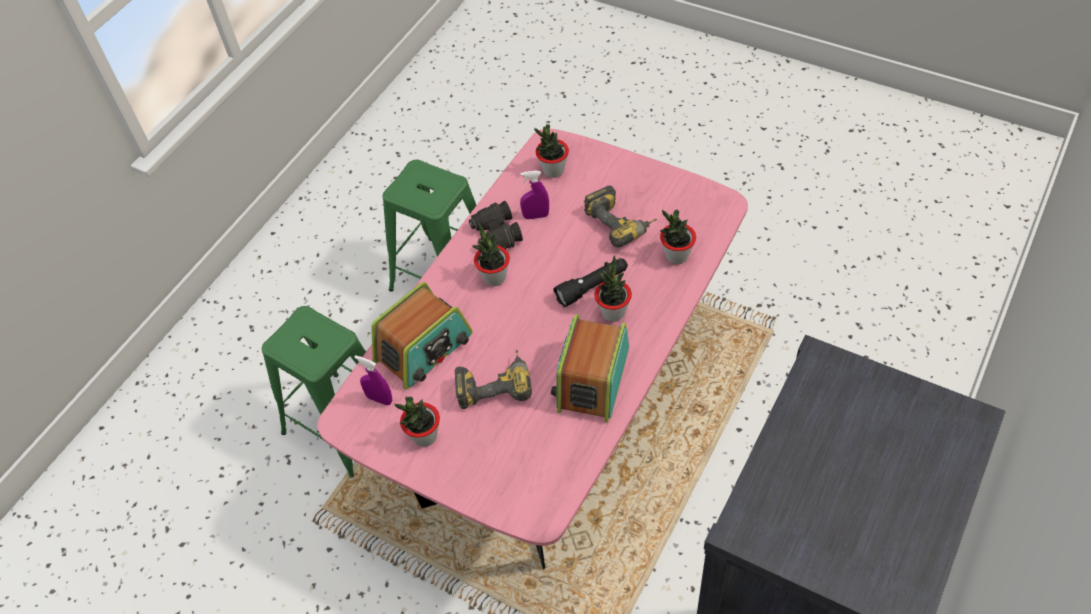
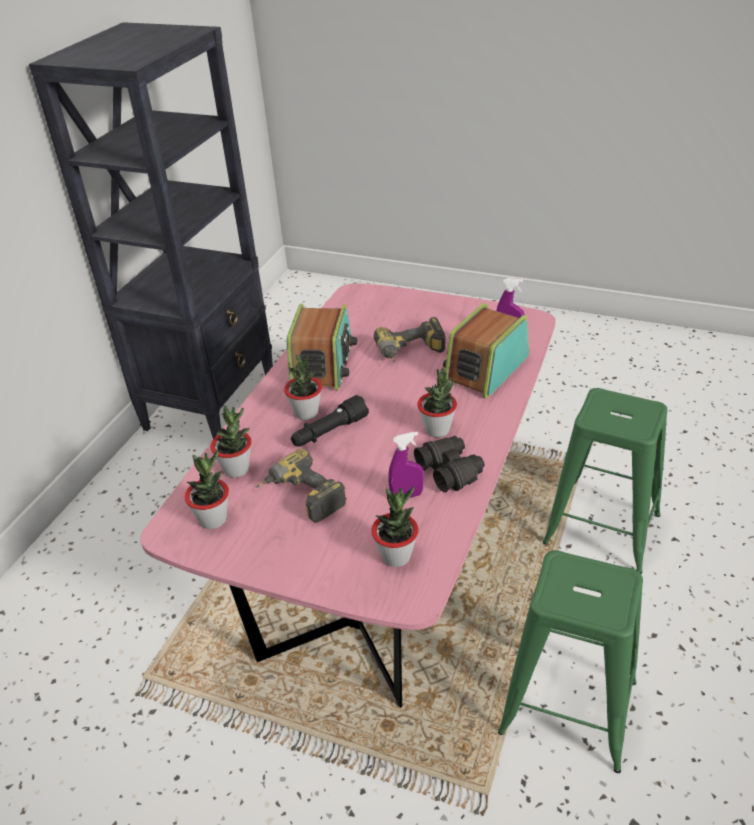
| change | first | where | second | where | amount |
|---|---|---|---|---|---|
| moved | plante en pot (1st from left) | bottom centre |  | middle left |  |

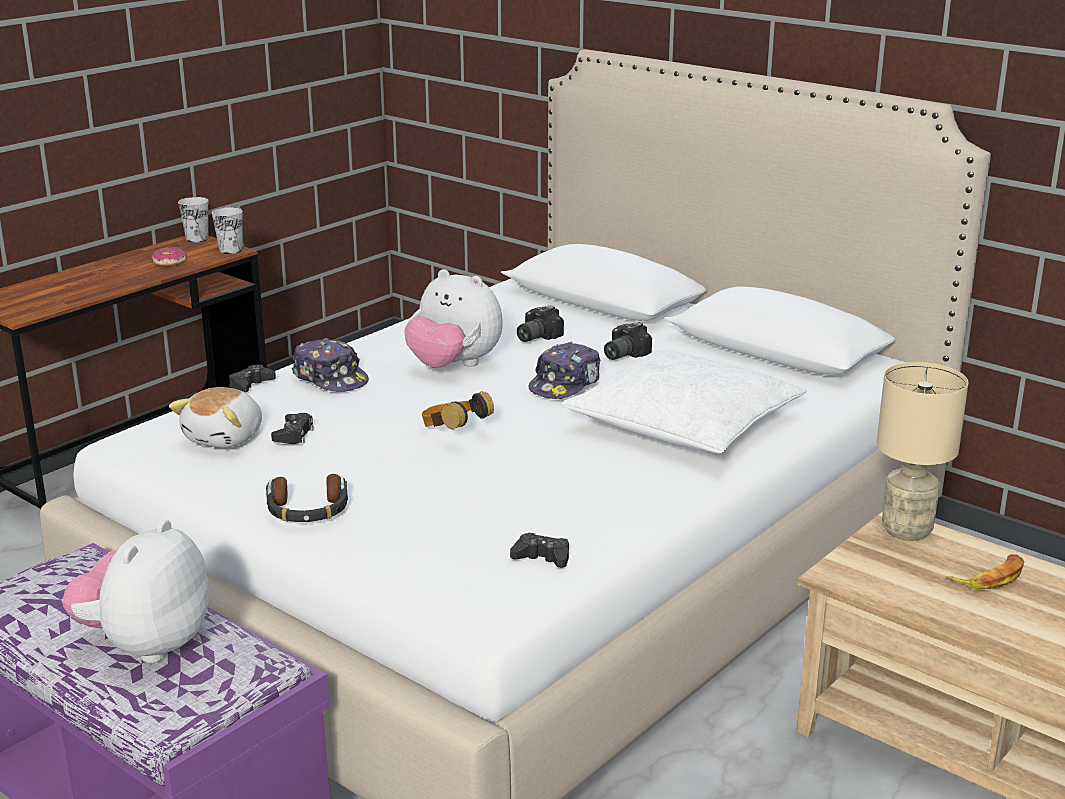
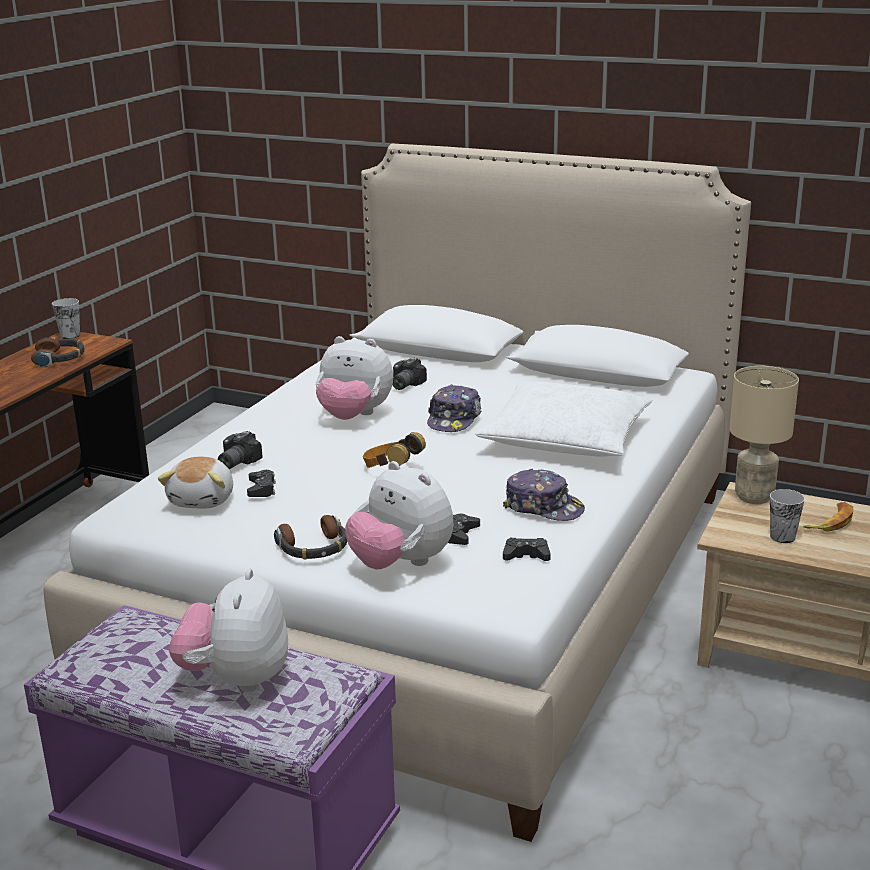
| change | first | where | second | where | amount |
|---|---|---|---|---|---|
| replaced | beignet | top left | casque audio (1st from left) | middle left |  |
| moved | appareil photo (2nd from left in the first image) | centre | appareil photo (1st from left) | middle left |  |
| added |  |  | peluche (4th from left) | centre |  |
| moved | manette (noir) (1st from left in the first image) | middle left | manette (noir) (2nd from left) | centre |  |
| moved | casquette (1st from left in the first image) | middle left | casquette (2nd from left) | centre |  |
| moved | tasse (2nd from left) | top left |  | middle right |  |

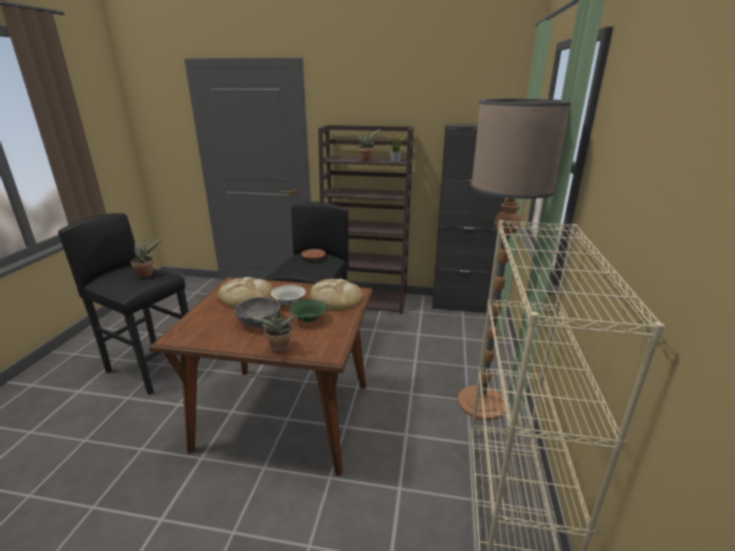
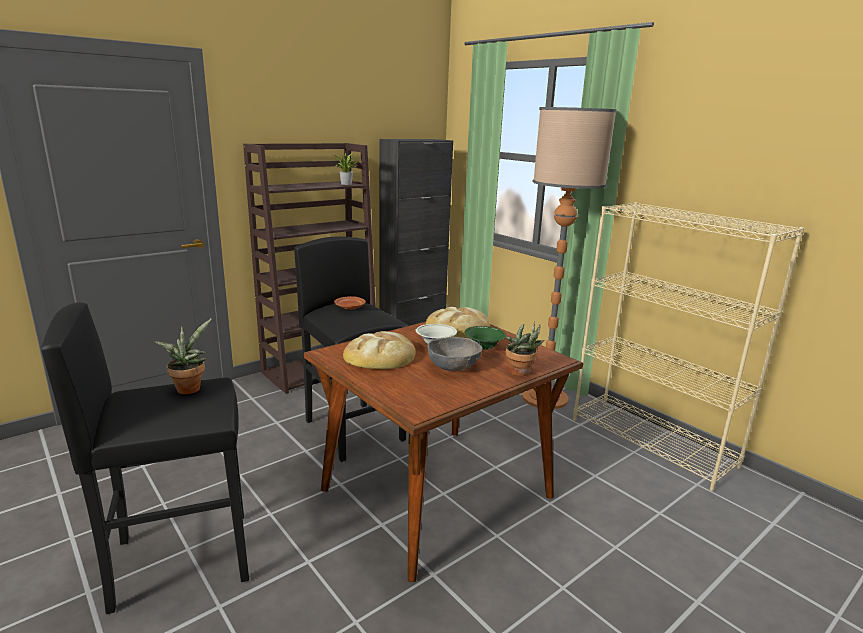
| change | first | where | second | where | amount |
|---|---|---|---|---|---|
| removed | plante en pot (3rd from left) | top centre |  |  |  |

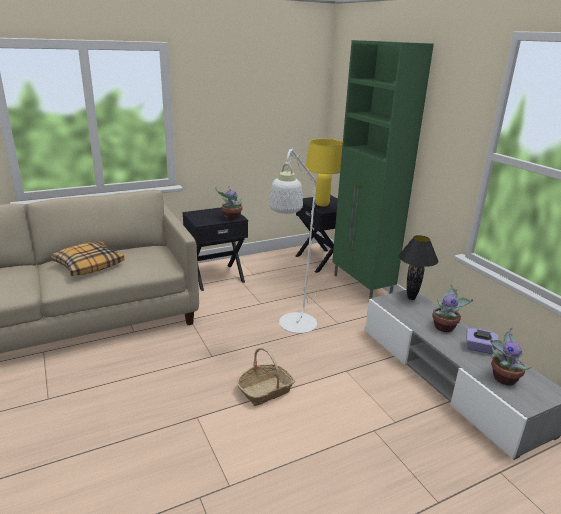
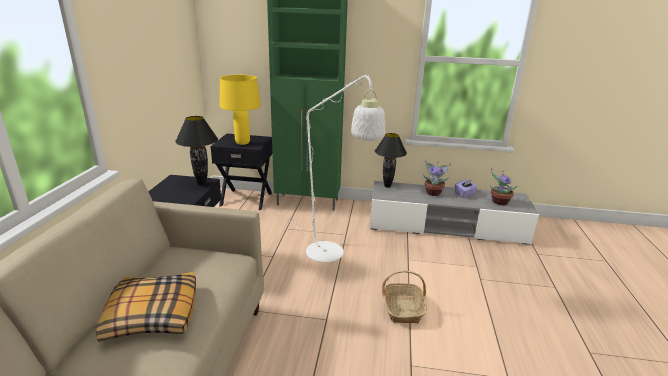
| change | first | where | second | where | amount |
|---|---|---|---|---|---|
| replaced | plante en pot (1st from left) | centre | lampe de table (noir) (1st from left) | middle left |  |

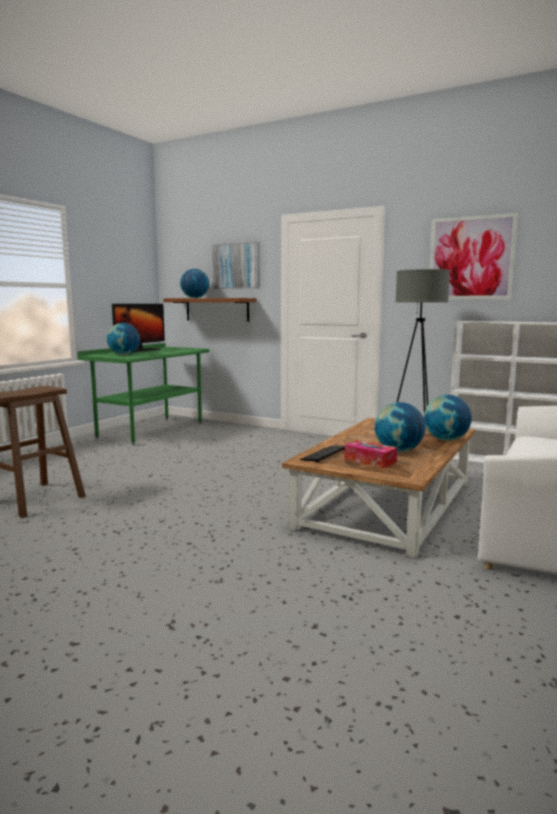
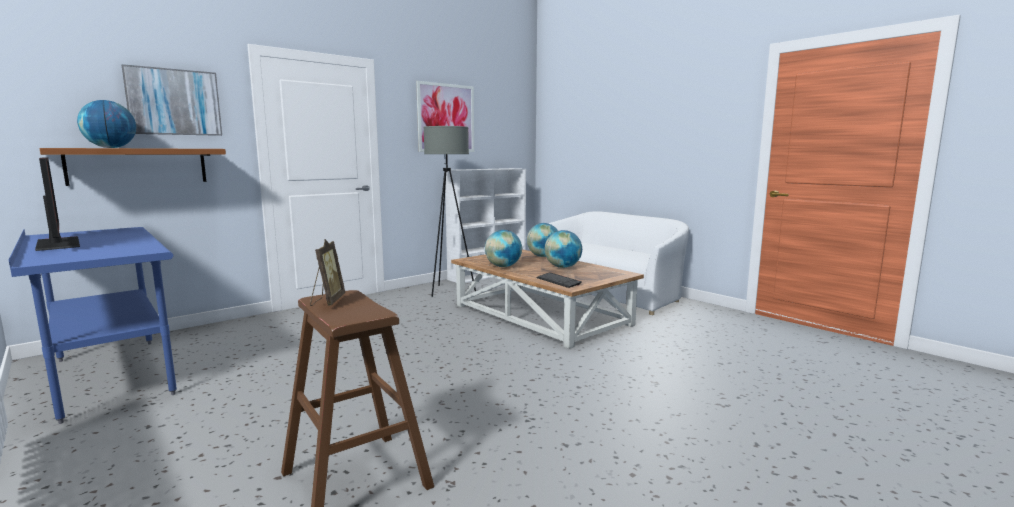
| change | first | where | second | where | amount |
|---|---|---|---|---|---|
| recoloured | bureau (vert) | middle left | bureau (bleu) | middle left |  |
| added |  |  | cadre photo | middle left |  |
| moved | globe (1st from left in the first image) | middle left | globe (2nd from left) | centre |  |
| removed | boîte à mouchoirs | centre |  |  |  |

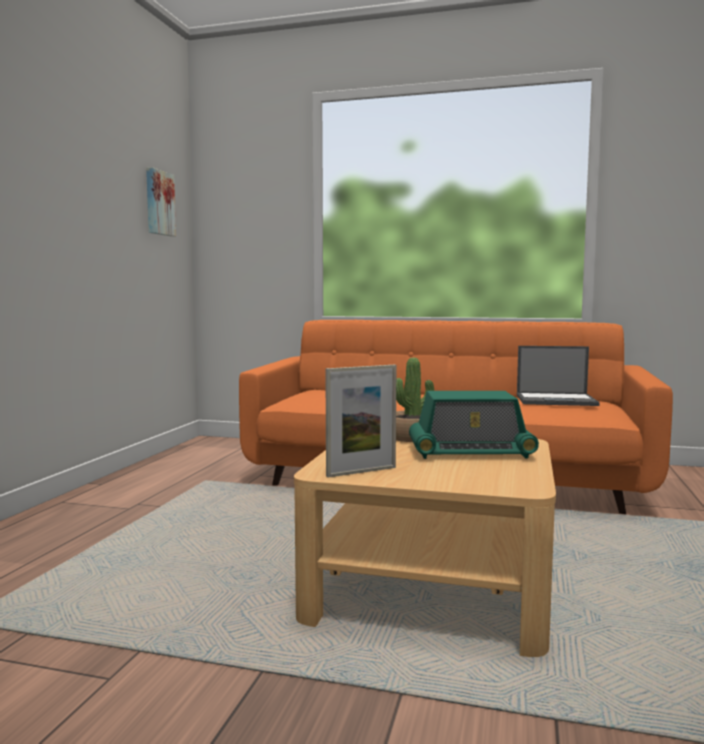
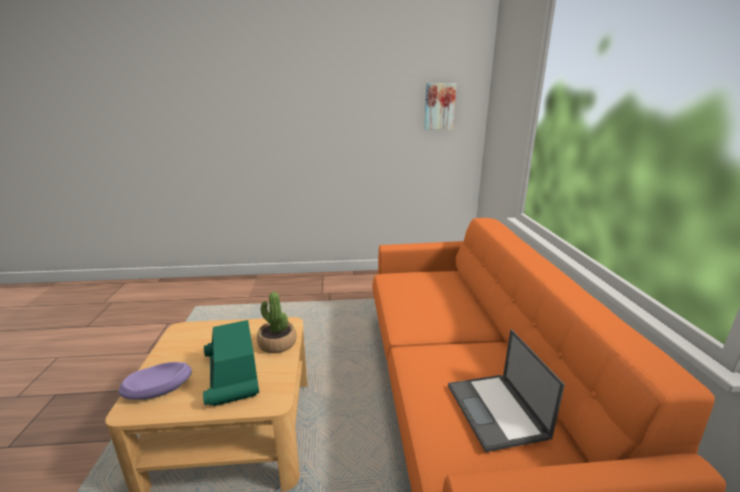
| change | first | where | second | where | amount |
|---|---|---|---|---|---|
| added |  |  | bol (violet) | bottom left |  |
| removed | cadre photo | centre |  |  |  |

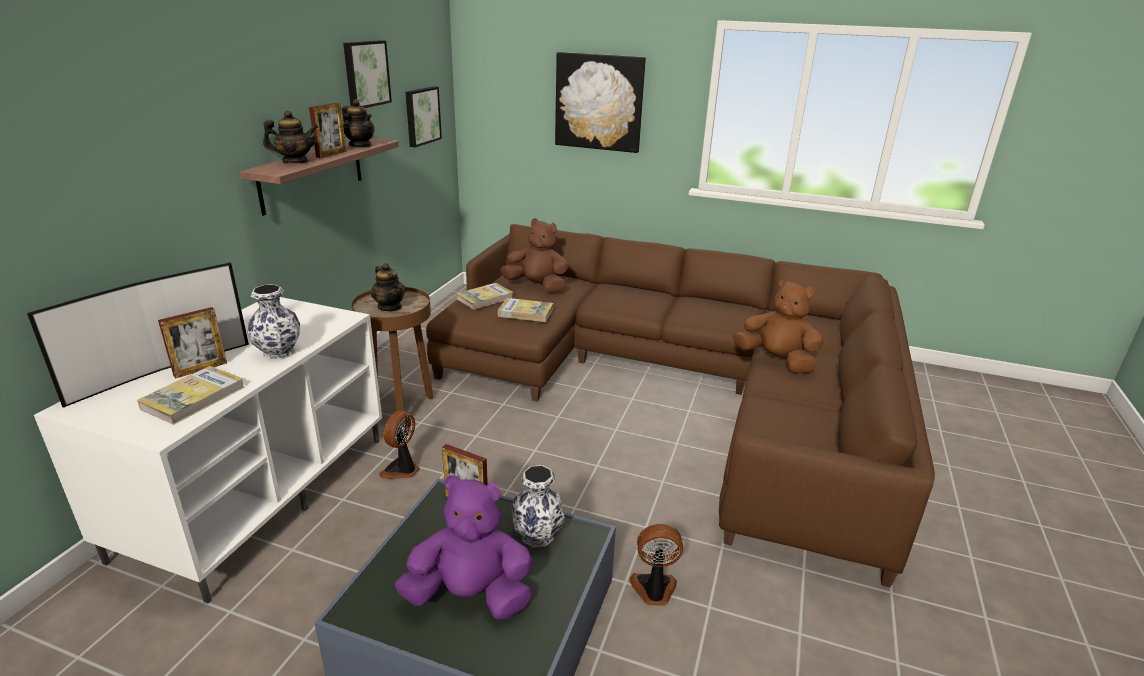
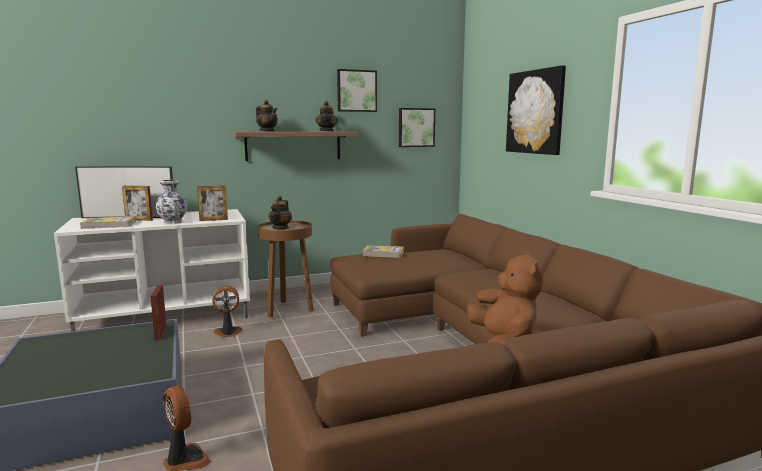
| change | first | where | second | where | amount |
|---|---|---|---|---|---|
| moved | cadre photo (2nd from left in the first image) | top left | cadre photo (3rd from left) | middle left |  |
| removed | peluche (violet) | bottom centre |  |  |  |
| removed | livre (3rd from left) | centre |  |  |  |
| removed | peluche (marron) (1st from left) | centre |  |  |  |
| removed | vase (2nd from left) | bottom centre |  |  |  |

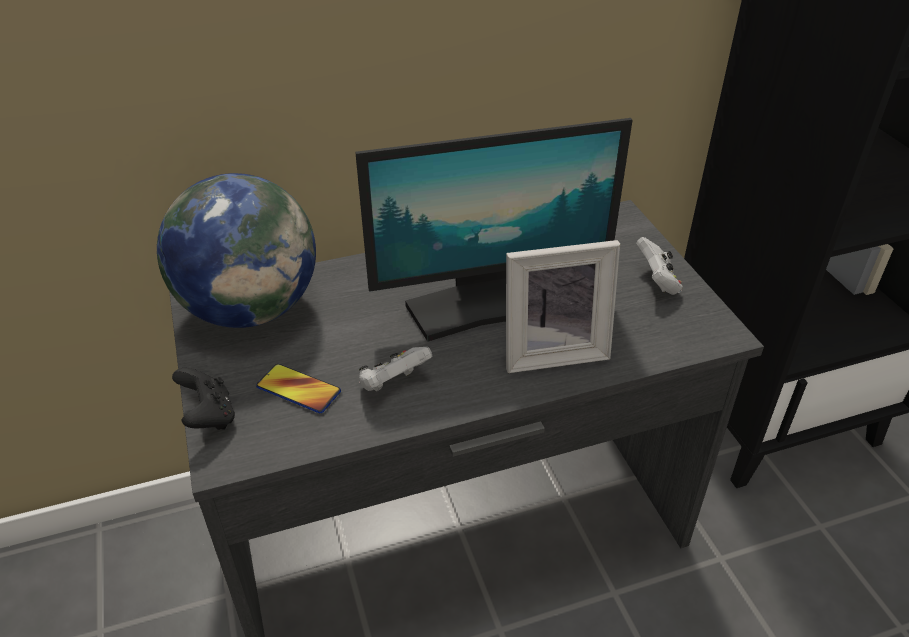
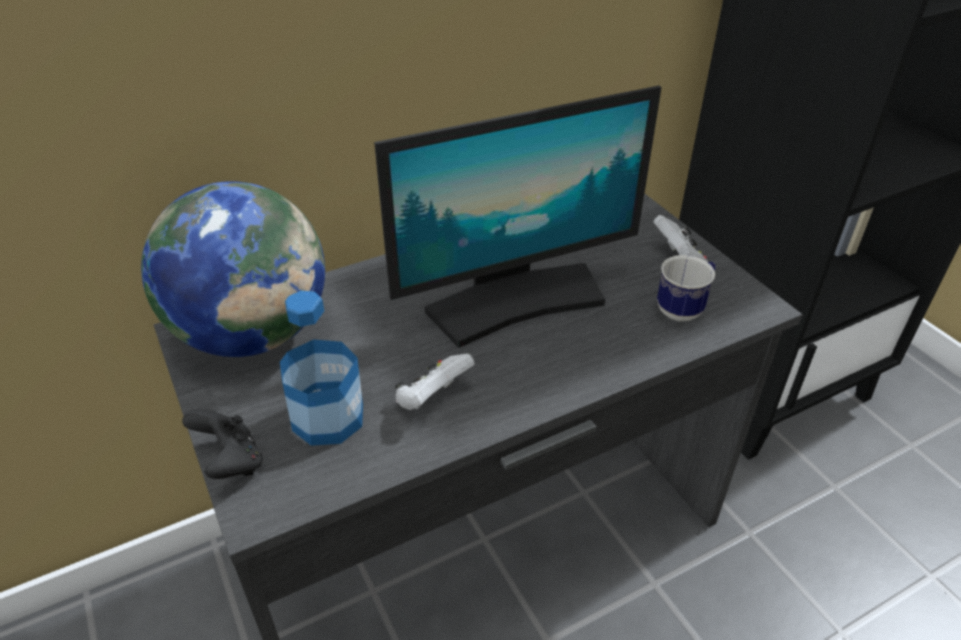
| change | first | where | second | where | amount |
|---|---|---|---|---|---|
| replaced | téléphone | middle left | bouteille | centre |  |
| added |  |  | mug | middle right |  |
| removed | cadre photo | centre |  |  |  |

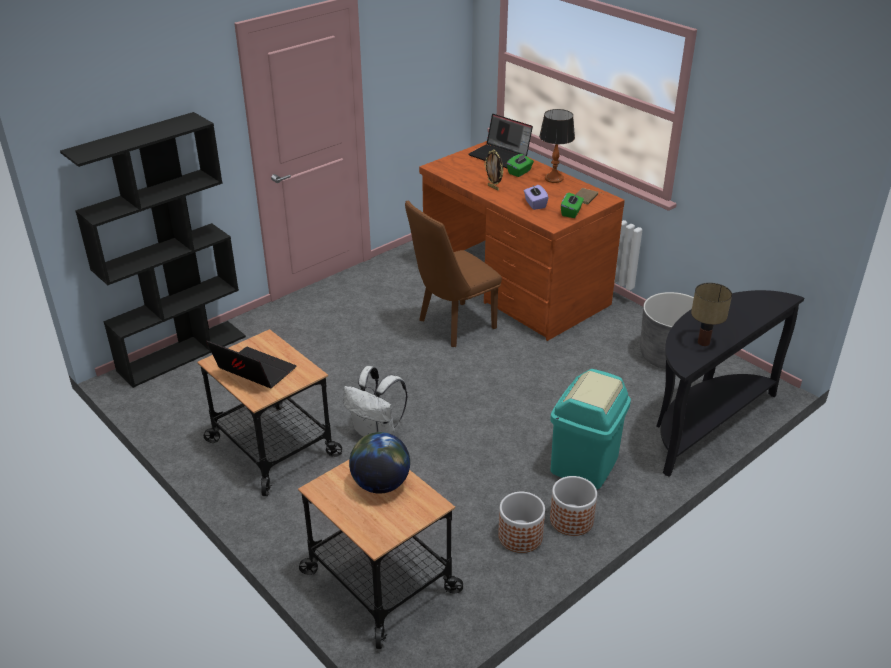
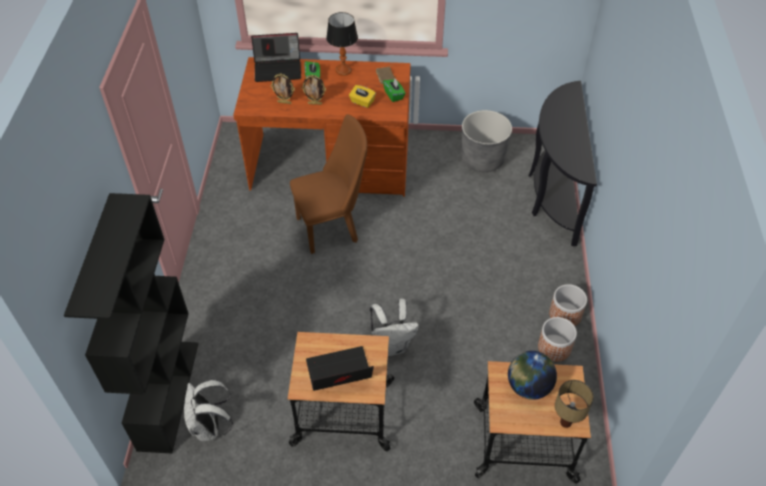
| change | first | where | second | where | amount |
|---|---|---|---|---|---|
| added |  |  | sac à dos (blanc) (1st from left) | bottom left |  |
| added |  |  | cadre photo (1st from left) | top centre |  |
| turned | chaise (marron) | centre |  | centre | 120 degrees counterclockwise |
| recoloured | boîte à mouchoirs (violet) | top centre | boîte à mouchoirs (jaune) | top centre |  |
| moved | lampe de table (2nd from left) | middle right |  | bottom right |  |
| removed | poubelle (turquoise) | centre |  |  |  |

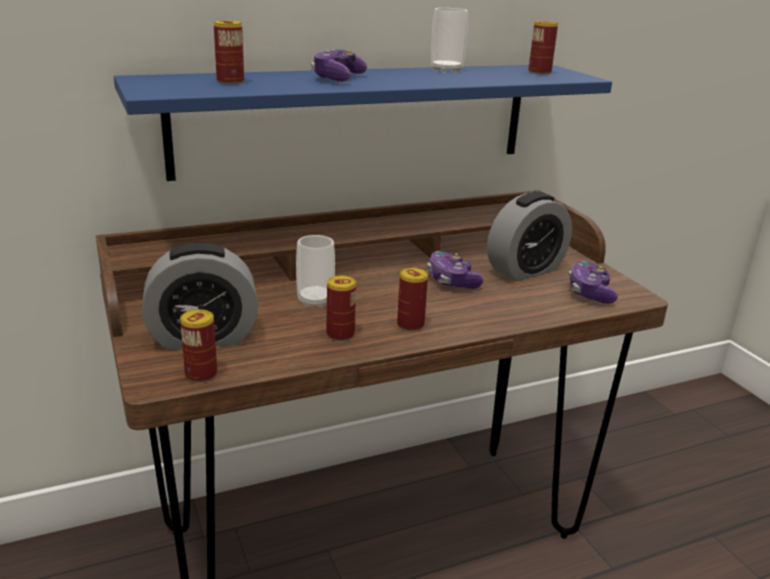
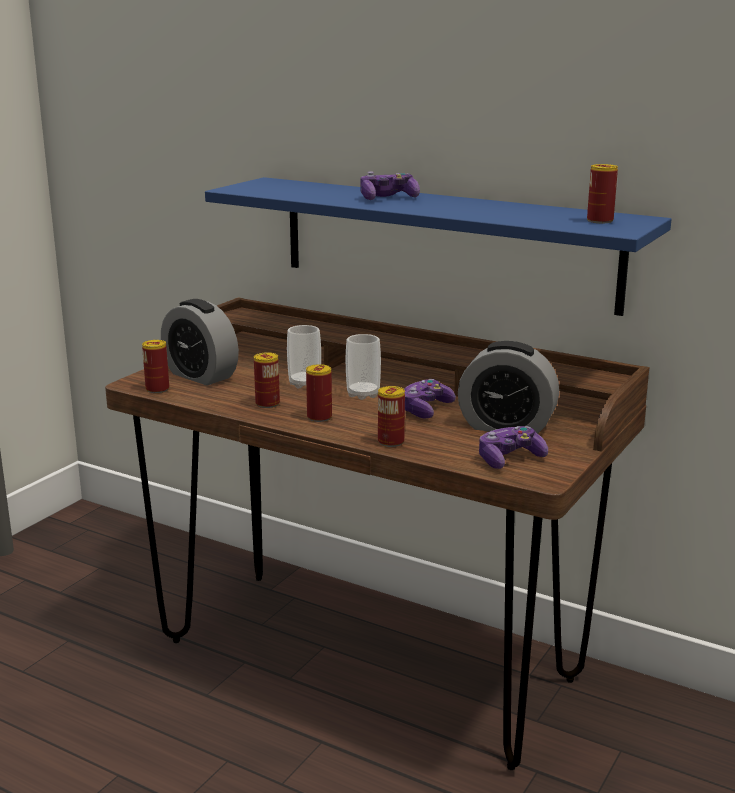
| change | first | where | second | where | amount |
|---|---|---|---|---|---|
| moved | tasse (2nd from left) | top centre |  | centre |  |
| moved | boîte métallique (2nd from left in the first image) | top left | boîte métallique (4th from left) | centre |  |

